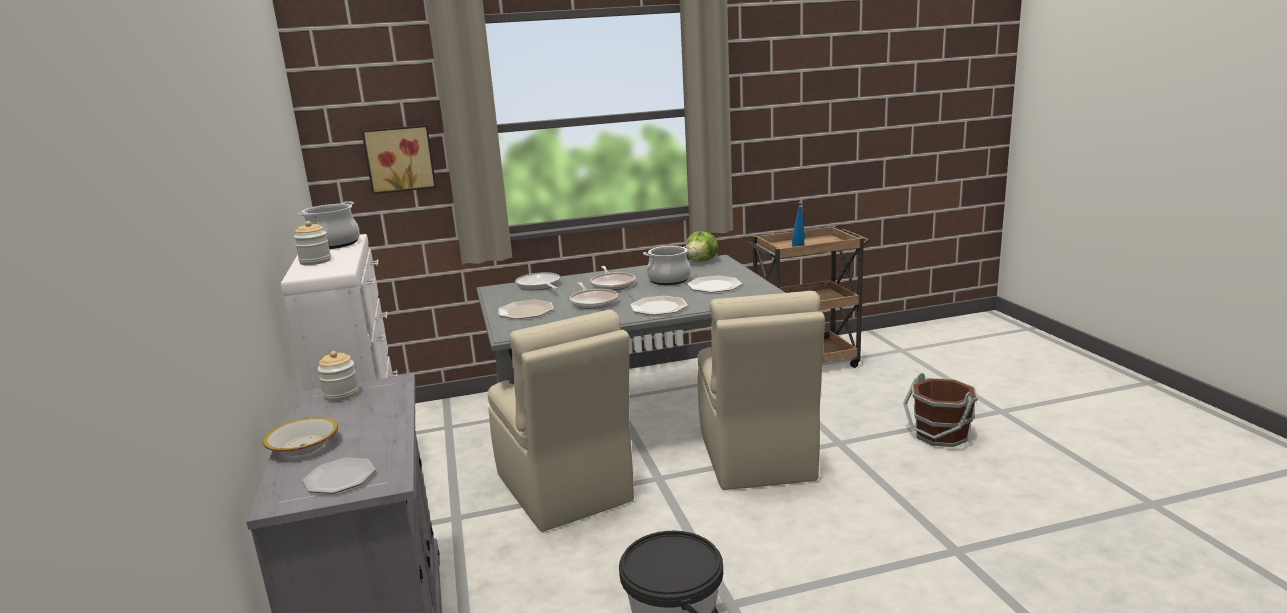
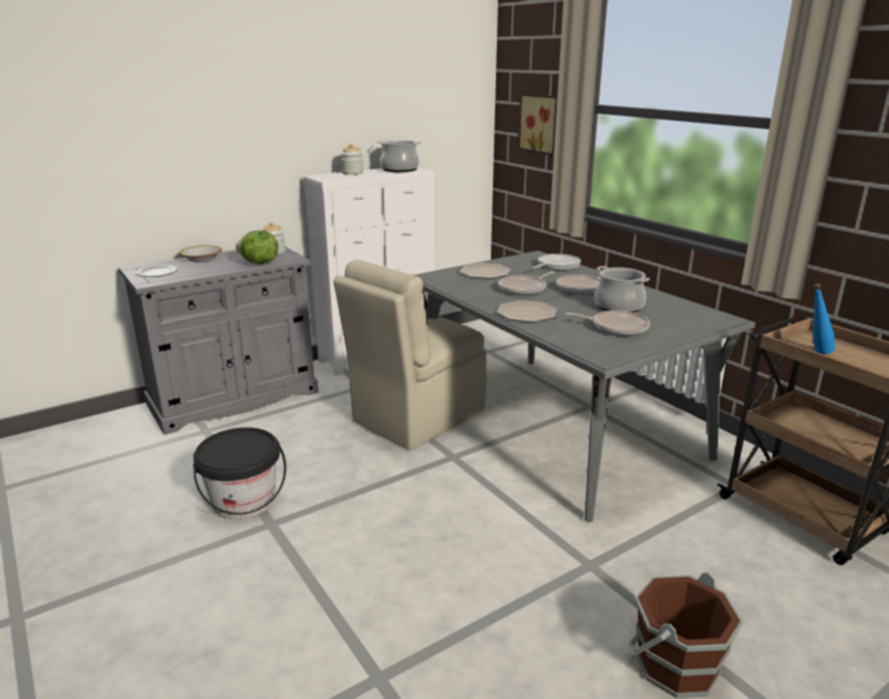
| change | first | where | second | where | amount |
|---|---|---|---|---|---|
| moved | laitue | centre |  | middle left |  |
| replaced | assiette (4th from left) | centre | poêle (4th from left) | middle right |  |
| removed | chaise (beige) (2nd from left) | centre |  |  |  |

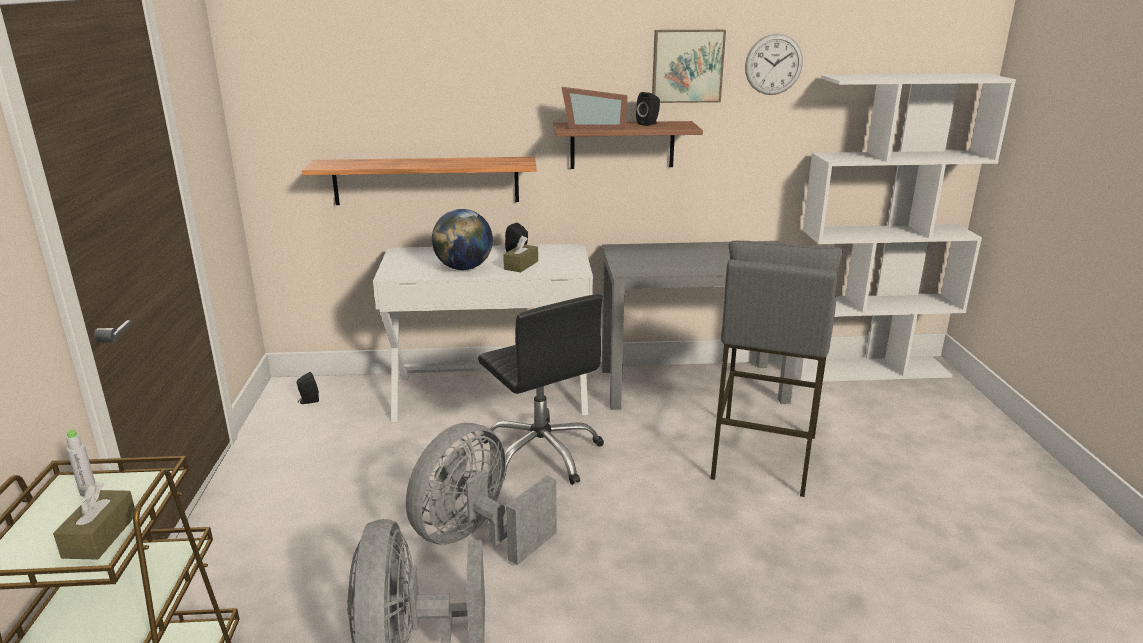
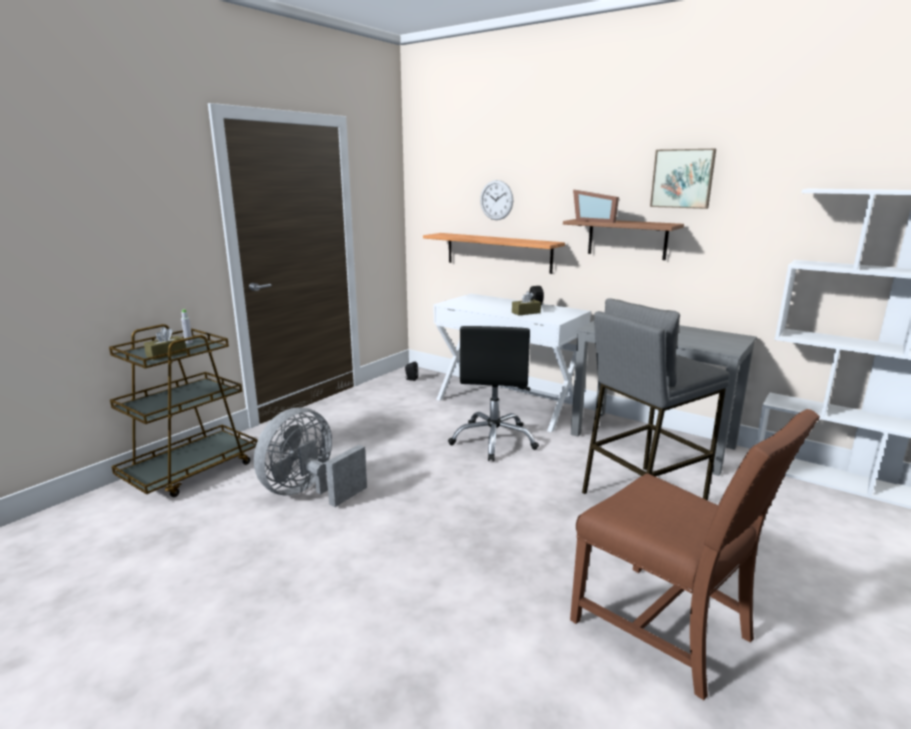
| change | first | where | second | where | amount |
|---|---|---|---|---|---|
| moved | horloge murale | top right |  | top centre |  |
| added |  |  | chaise (marron) | bottom right |  |
| removed | ventilateur (gris) (2nd from left) | bottom centre |  |  |  |
| removed | globe | centre |  |  |  |
| removed | enceinte (noir) (3rd from left) | top centre |  |  |  |

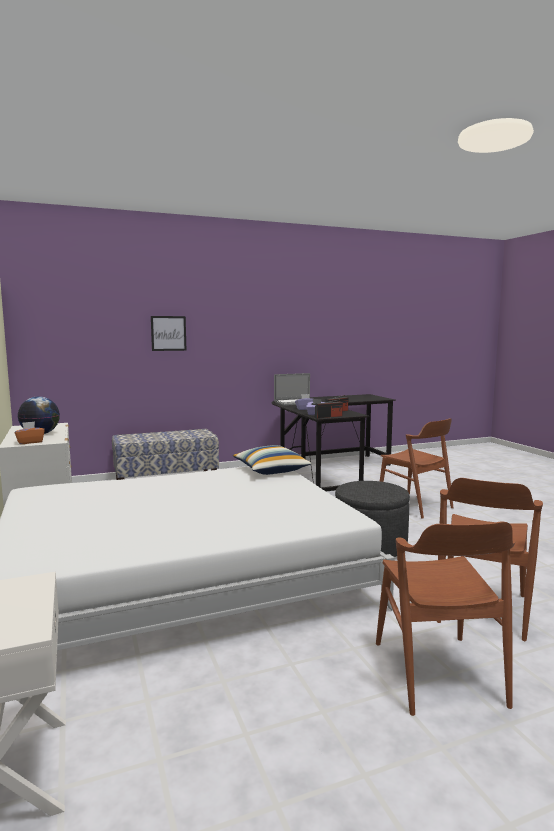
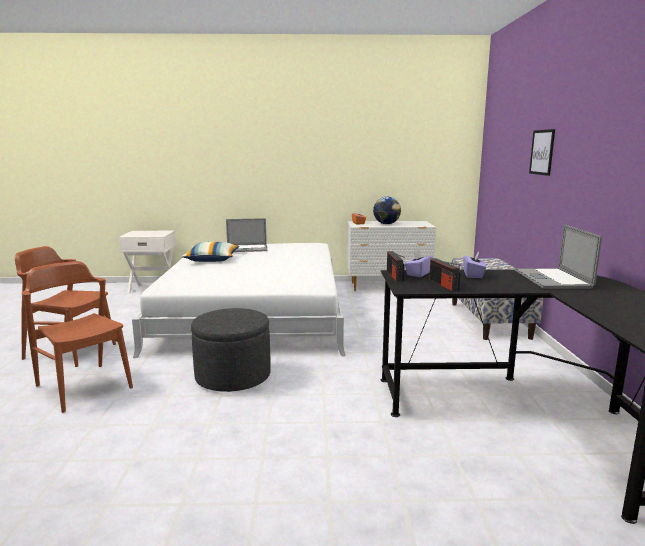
| change | first | where | second | where | amount |
|---|---|---|---|---|---|
| moved | coussin | centre |  | middle left |  |
| added |  |  | ordinateur portable (1st from left) | centre |  |
| removed | chaise (marron) (1st from left) | middle right |  |  |  |

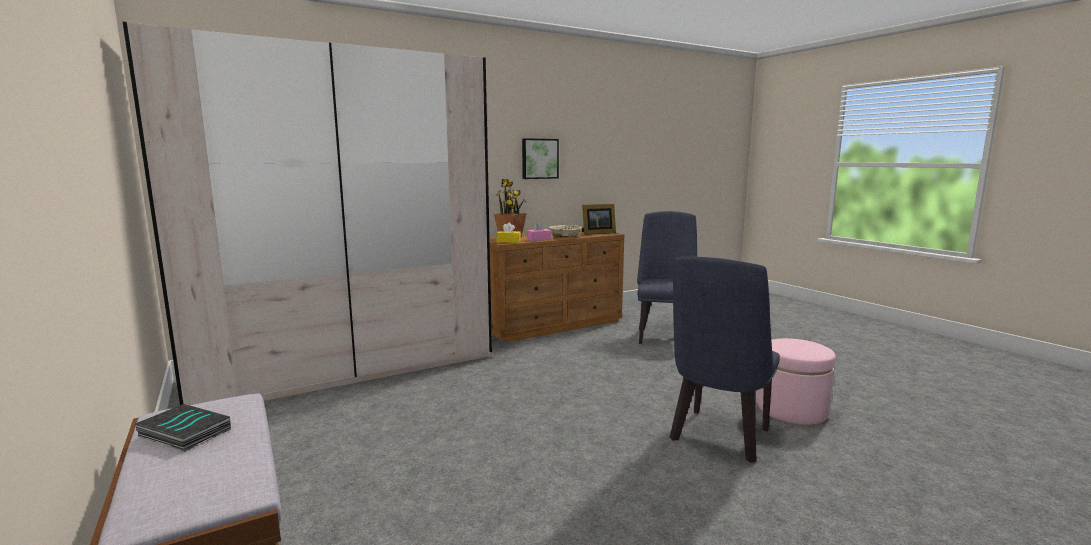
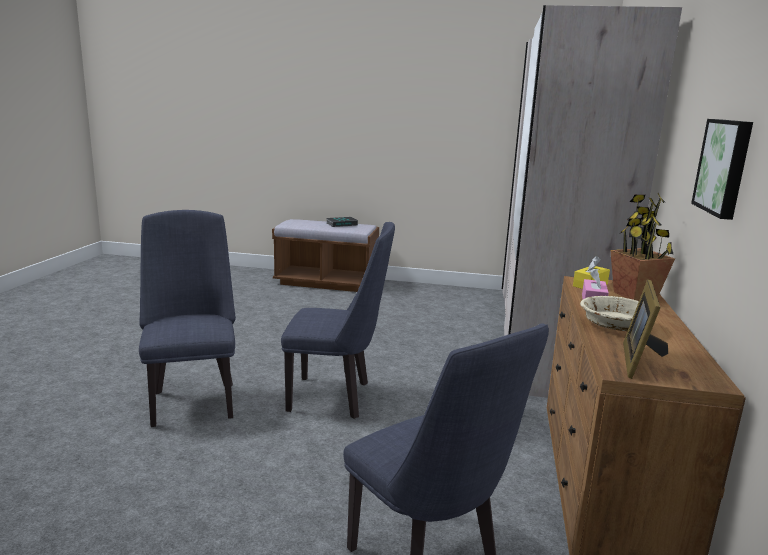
| change | first | where | second | where | amount |
|---|---|---|---|---|---|
| added |  |  | chaise (bleu) (2nd from left) | centre |  |
| removed | pouf (rose) | bottom right |  |  |  |

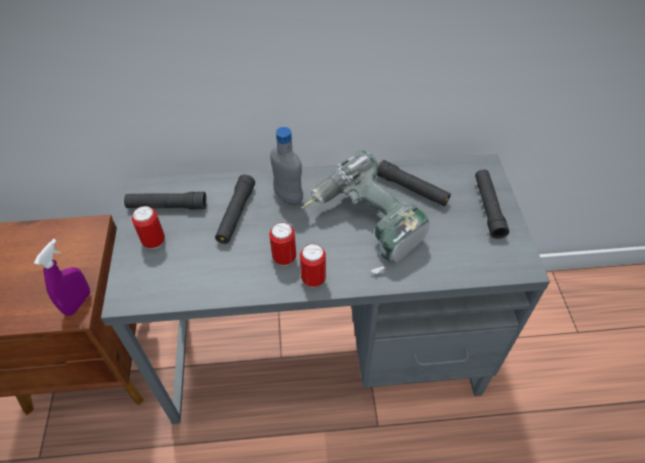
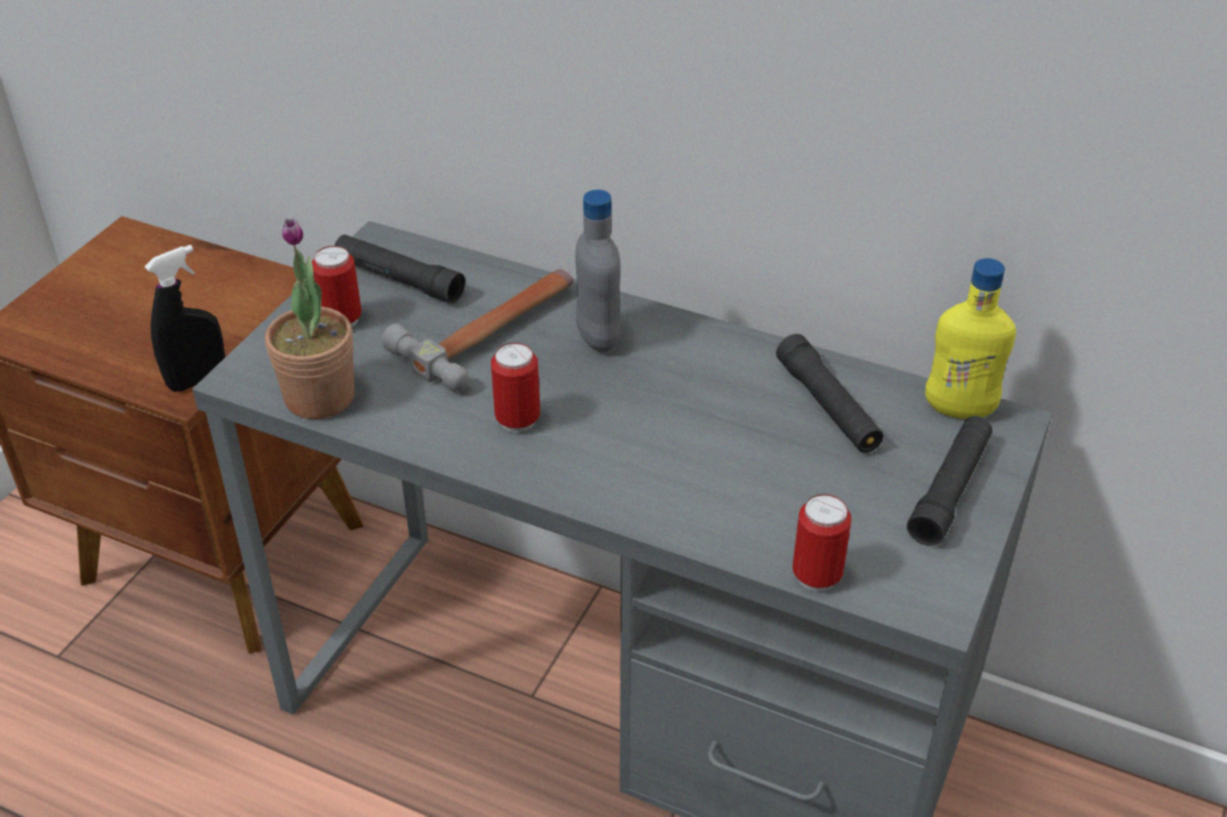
| change | first | where | second | where | amount |
|---|---|---|---|---|---|
| recoloured | vaporisateur (violet) | middle left | vaporisateur (noir) | middle left |  |
| added |  |  | plante en pot | middle left |  |
| replaced | lampe de poche (noir) (2nd from left) | centre | marteau | centre |  |
| moved | boîte métallique (3rd from left) | centre |  | middle right |  |
| added |  |  | bouteille (jaune) | middle right |  |
| removed | perceuse | centre |  |  |  |

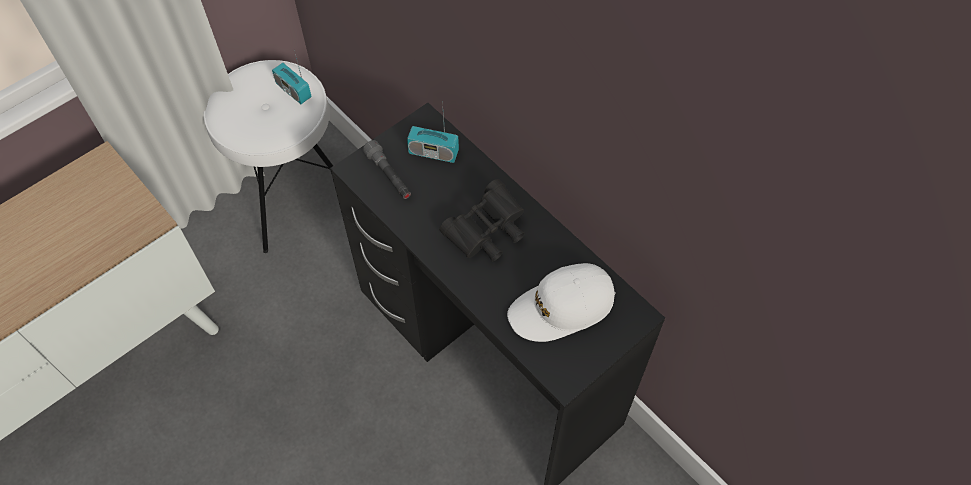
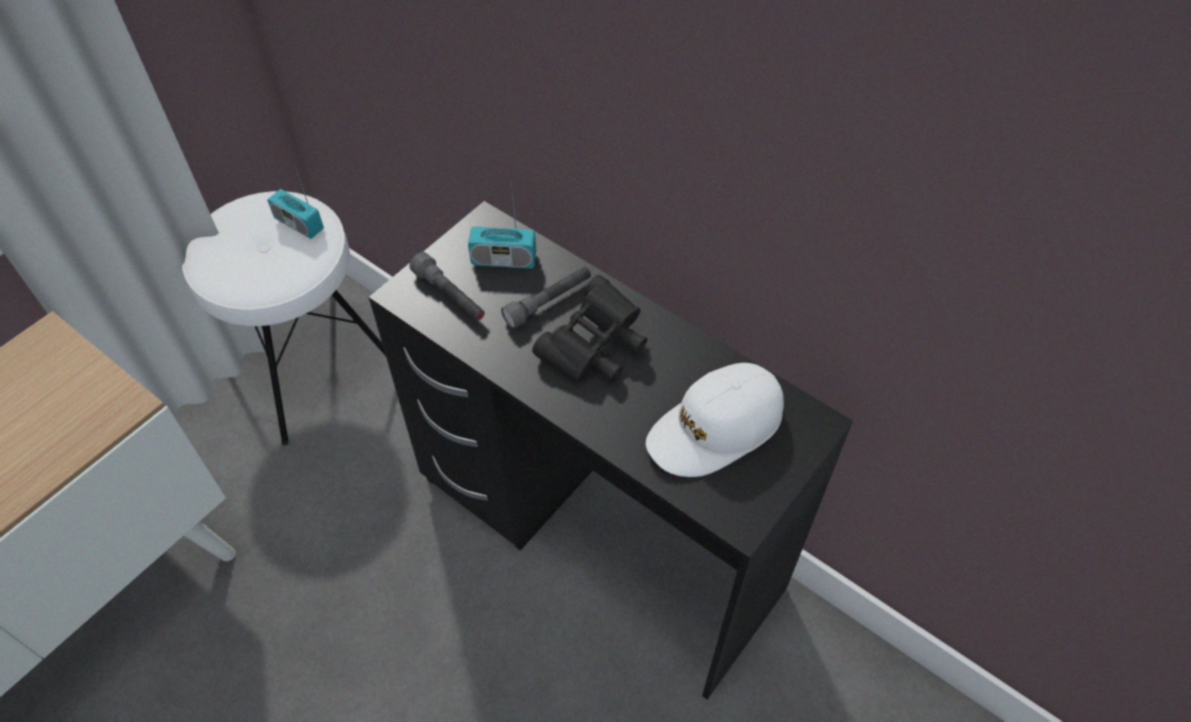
| change | first | where | second | where | amount |
|---|---|---|---|---|---|
| added |  |  | lampe de poche (gris) (2nd from left) | centre |  |

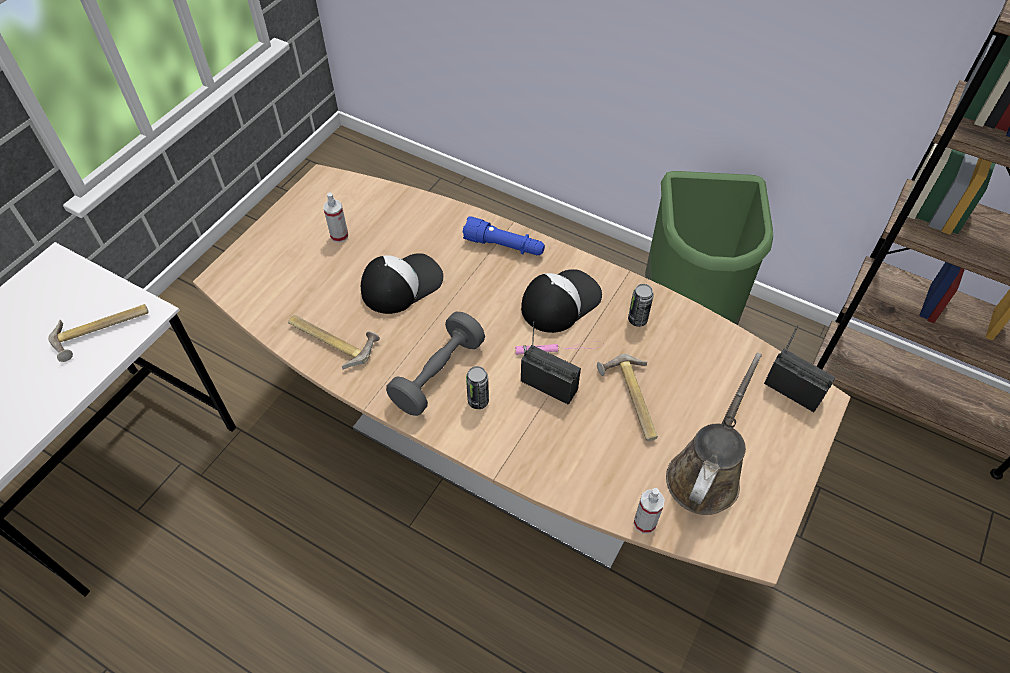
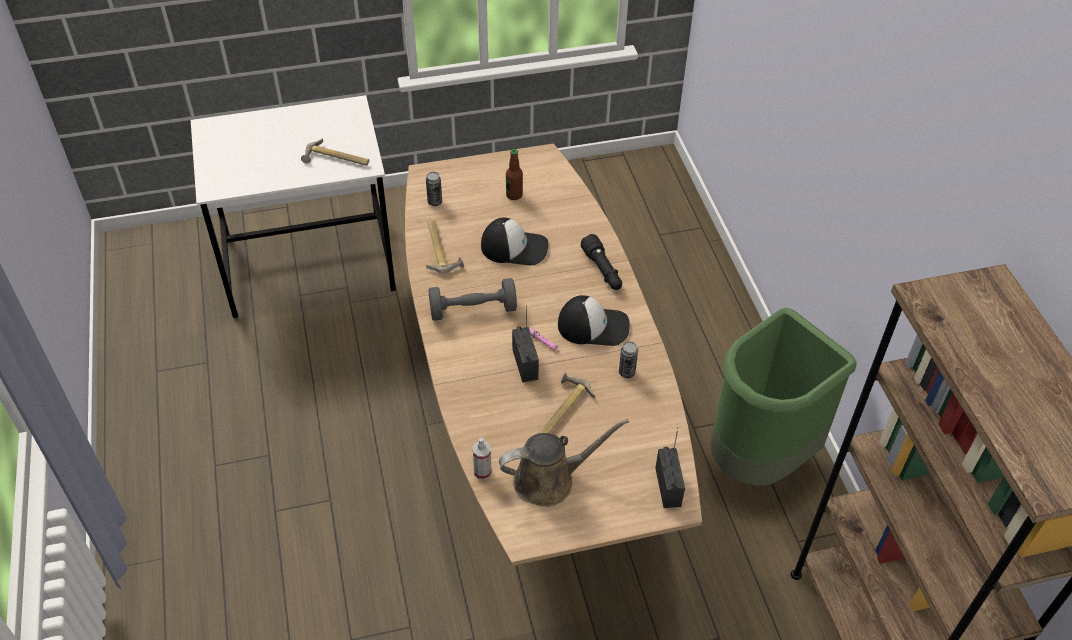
| change | first | where | second | where | amount |
|---|---|---|---|---|---|
| moved | boîte métallique (1st from left) | centre |  | top centre |  |
| replaced | vaporisateur (1st from left) | top left | bouteille | top centre |  |
| recoloured | lampe de poche (bleu) | centre | lampe de poche (noir) | centre |  |

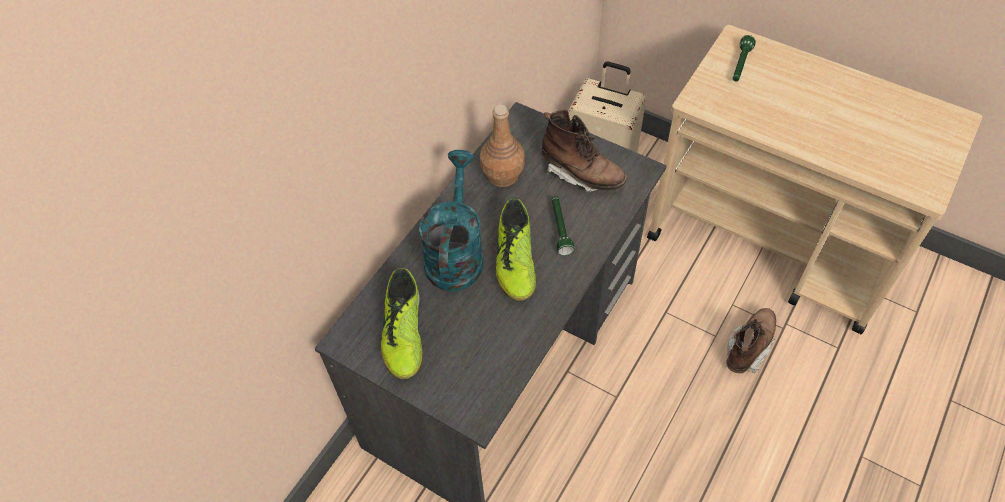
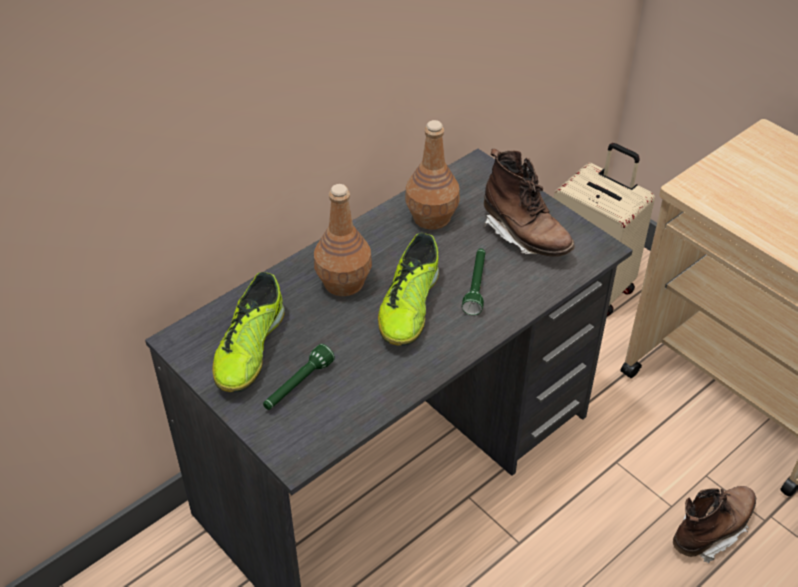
| change | first | where | second | where | amount |
|---|---|---|---|---|---|
| moved | lampe de poche (vert) (2nd from left in the first image) | top right | lampe de poche (vert) (1st from left) | centre |  |
| replaced | arrosoir (turquoise) | centre | bouteille (marron) (1st from left) | centre |  |

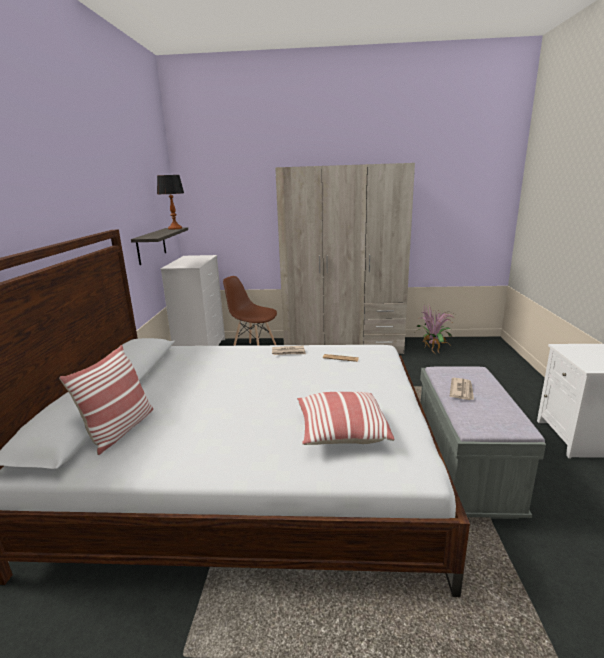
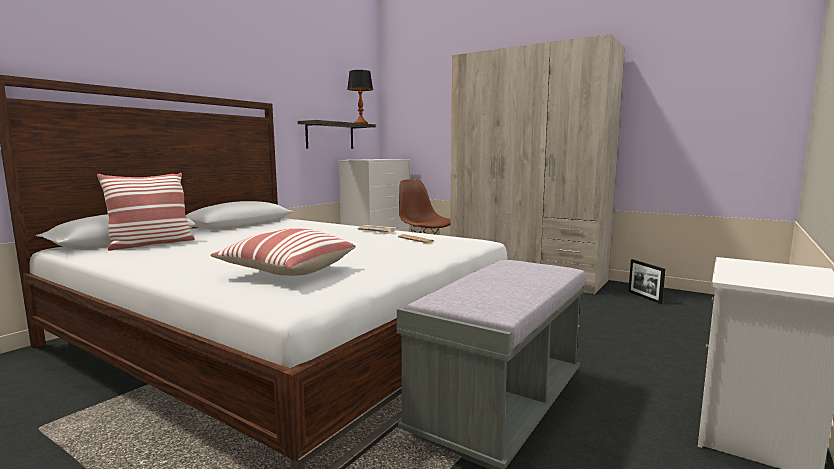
| change | first | where | second | where | amount |
|---|---|---|---|---|---|
| replaced | plante en pot | middle right | cadre photo | middle right |  |
| removed | journal (3rd from left) | middle right |  |  |  |

